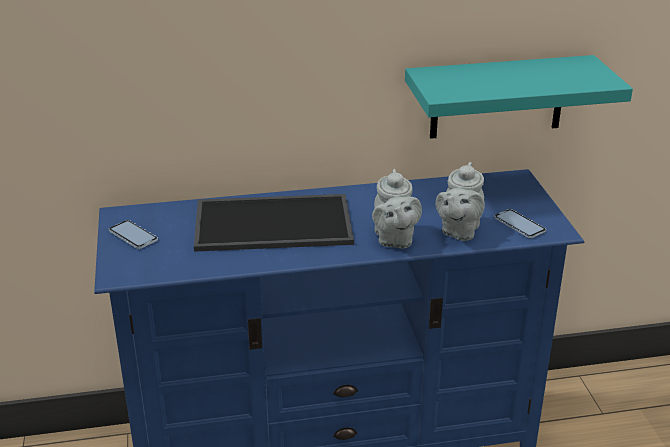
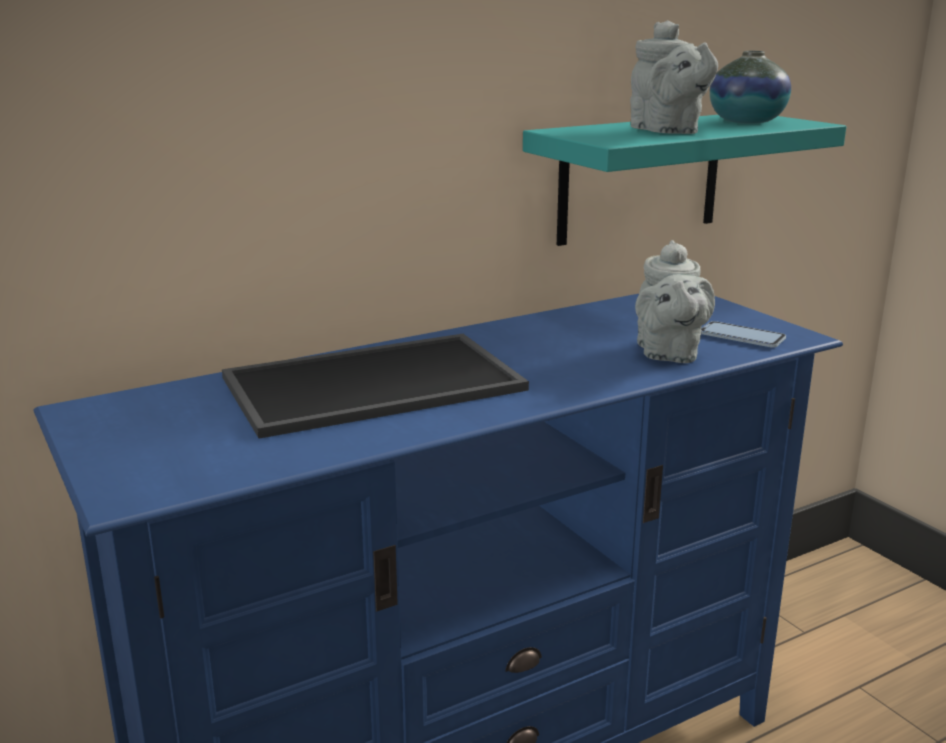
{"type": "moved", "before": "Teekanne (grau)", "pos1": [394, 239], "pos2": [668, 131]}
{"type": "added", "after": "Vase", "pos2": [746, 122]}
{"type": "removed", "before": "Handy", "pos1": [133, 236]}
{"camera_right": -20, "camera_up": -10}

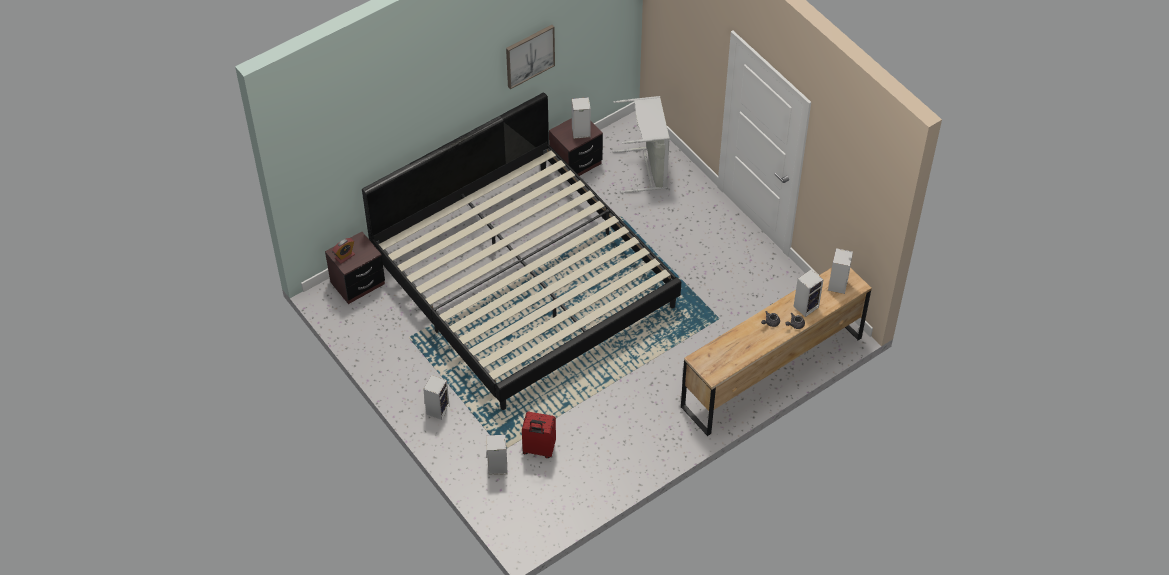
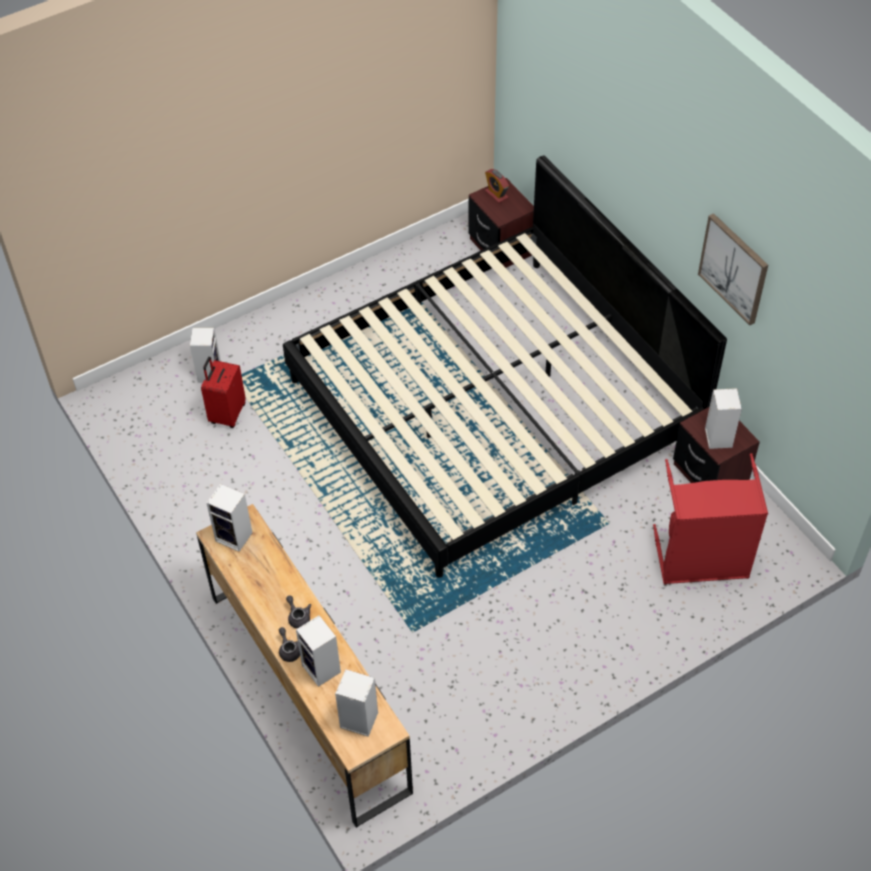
{"type": "moved", "before": "Lautsprecher", "pos1": [438, 409], "pos2": [235, 537]}
{"type": "recoloured", "before": "Wäschekorb (grau)", "after": "Wäschekorb (rot)", "pos1": [646, 169], "pos2": [701, 561]}
{"camera_right": 95, "camera_up": 0}

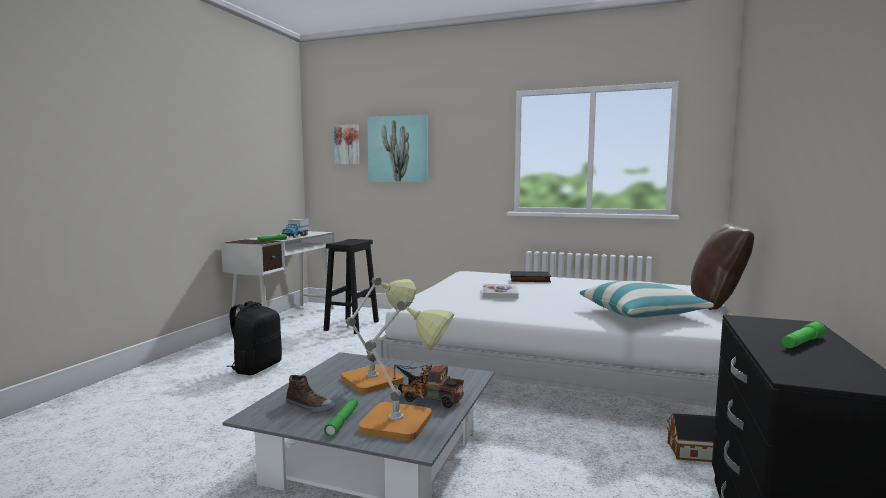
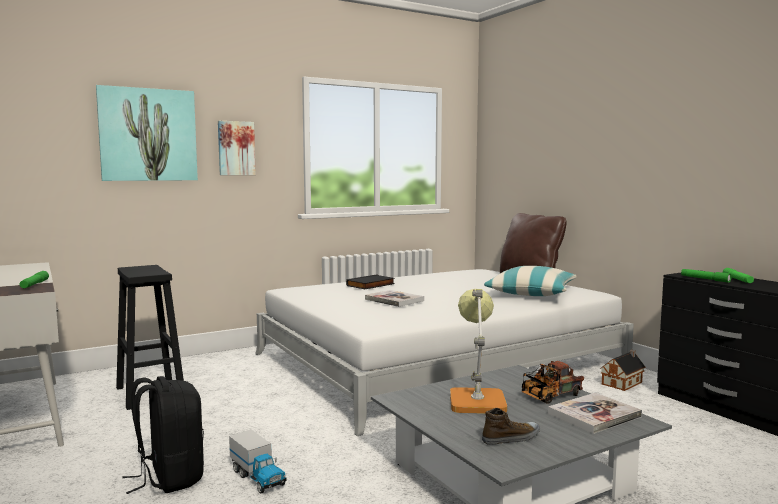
{"type": "moved", "before": "Bild", "pos1": [347, 145], "pos2": [236, 148]}
{"type": "moved", "before": "Spielzeuglaster", "pos1": [295, 236], "pos2": [258, 478]}
{"type": "replaced", "before": "Tischlampe", "after": "Buch", "pos1": [405, 424], "pos2": [594, 415]}
{"type": "moved", "before": "Taschenlampe (grün)", "pos1": [342, 421], "pos2": [705, 279]}
{"camera_right": -50, "camera_up": 0}

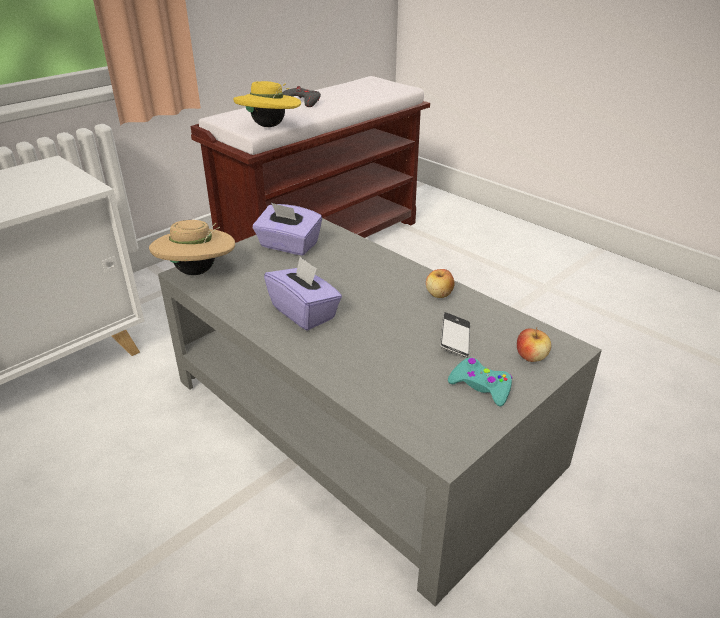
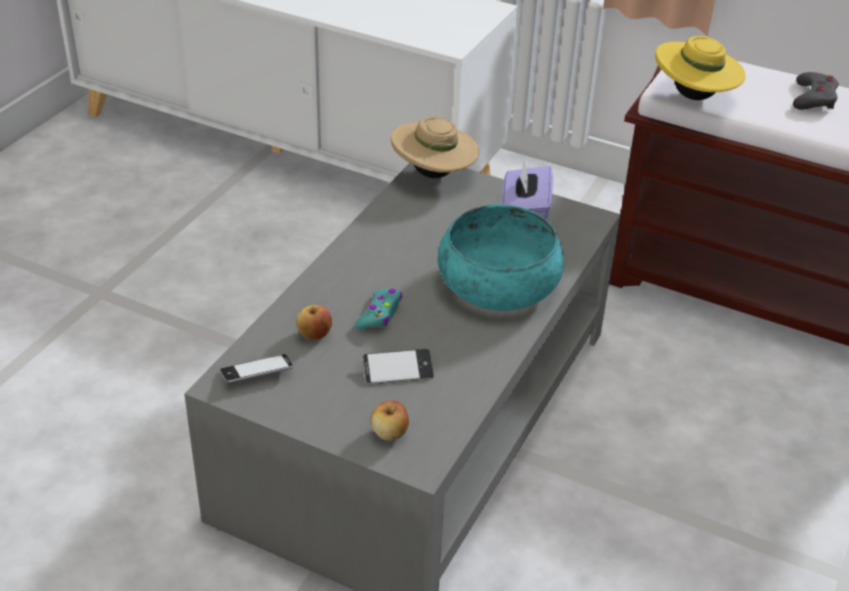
{"type": "added", "after": "Handy", "pos2": [257, 373]}
{"type": "moved", "before": "Apfel", "pos1": [439, 294], "pos2": [314, 334]}
{"type": "moved", "before": "Gamepad (türkis)", "pos1": [480, 387], "pos2": [379, 315]}
{"type": "added", "after": "Schüssel (türkis)", "pos2": [498, 284]}
{"type": "removed", "before": "Taschentuchbox (lila)", "pos1": [304, 312]}
{"camera_right": 70, "camera_up": 5}

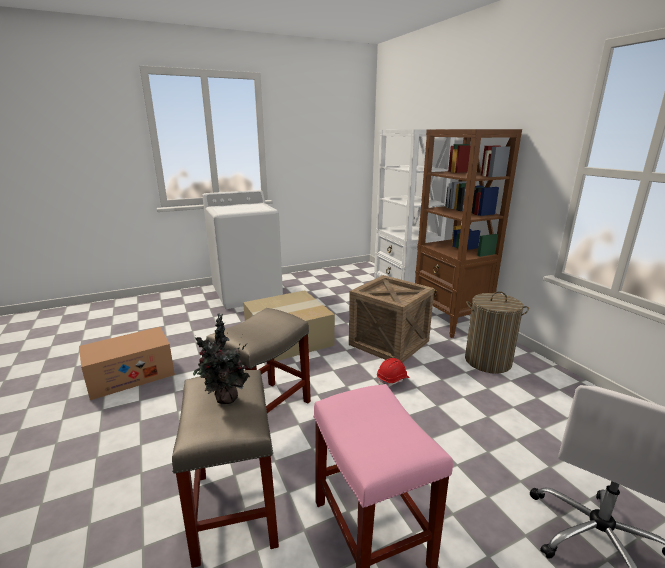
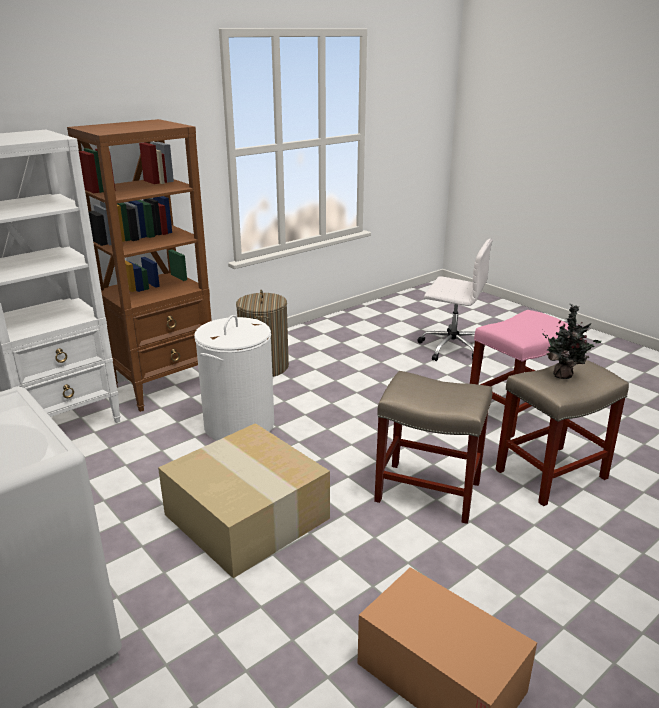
{"type": "replaced", "before": "Kiste", "after": "Wäschekorb (weiß)", "pos1": [389, 343], "pos2": [239, 425]}
{"type": "removed", "before": "Schutzhelm (rot)", "pos1": [392, 380]}
{"camera_right": -105, "camera_up": 5}

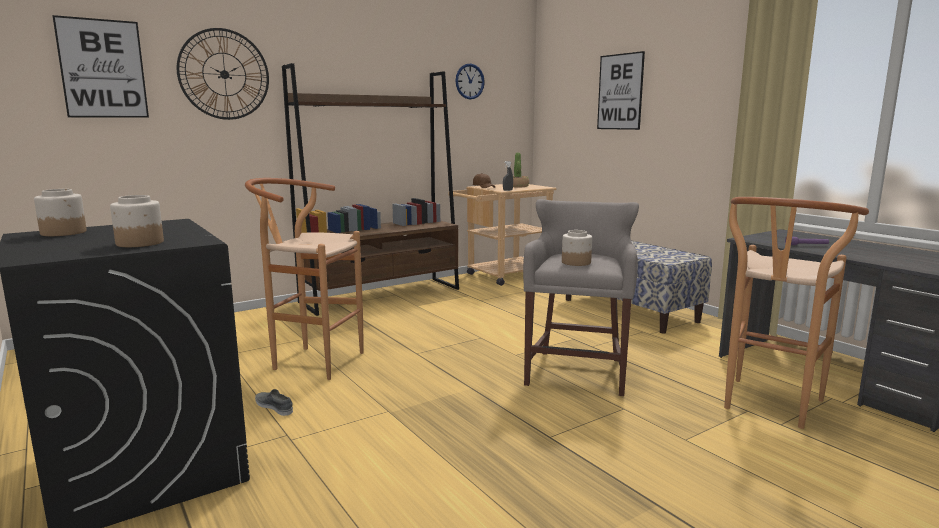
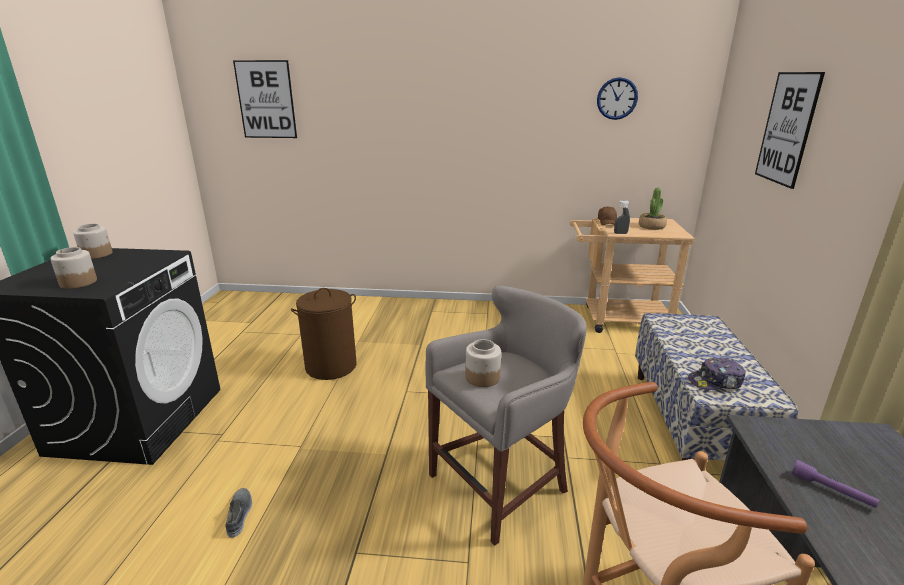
{"type": "moved", "before": "Schuh (grau)", "pos1": [274, 406], "pos2": [239, 514]}
{"type": "replaced", "before": "Hocker (braun)", "after": "Wäschekorb (braun)", "pos1": [310, 361], "pos2": [331, 366]}
{"type": "added", "after": "Kappe", "pos2": [715, 382]}
{"type": "removed", "before": "Wanduhr", "pos1": [224, 74]}
{"type": "removed", "before": "Bücherregal (braun)", "pos1": [382, 295]}
{"camera_right": 40, "camera_up": 10}

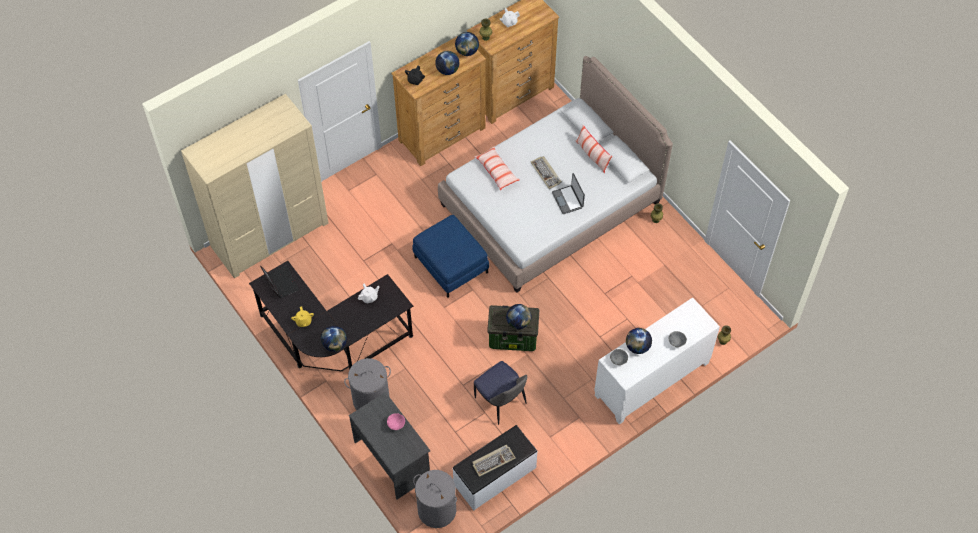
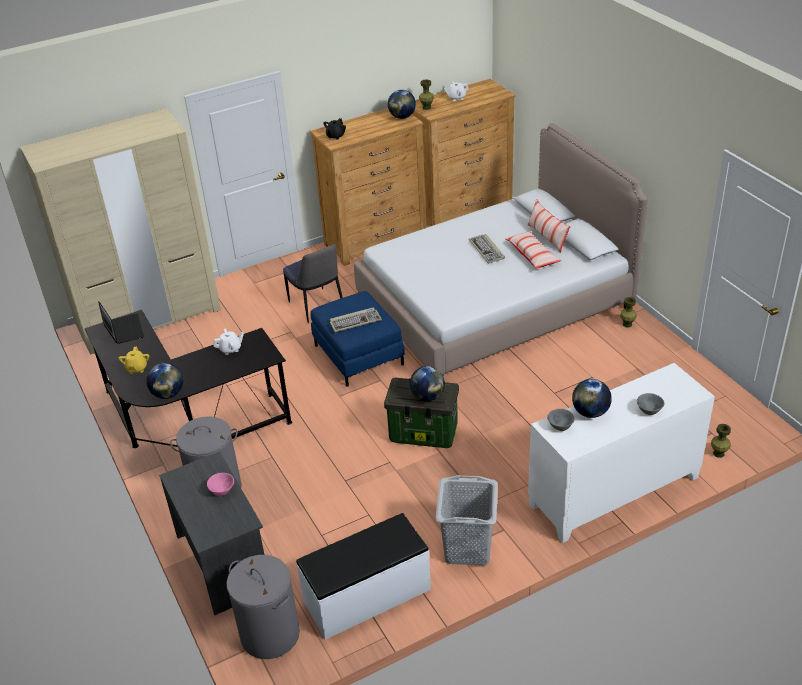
{"type": "moved", "before": "Stuhl", "pos1": [501, 402], "pos2": [317, 306]}
{"type": "moved", "before": "Tastatur", "pos1": [493, 460], "pos2": [355, 321]}
{"type": "added", "after": "Wäschekorb (grau)", "pos2": [467, 549]}
{"type": "moved", "before": "Kissen", "pos1": [496, 171], "pos2": [532, 255]}
{"type": "removed", "before": "Globus", "pos1": [447, 70]}
{"type": "removed", "before": "Laptop", "pos1": [568, 200]}
{"camera_right": 10, "camera_up": -20}

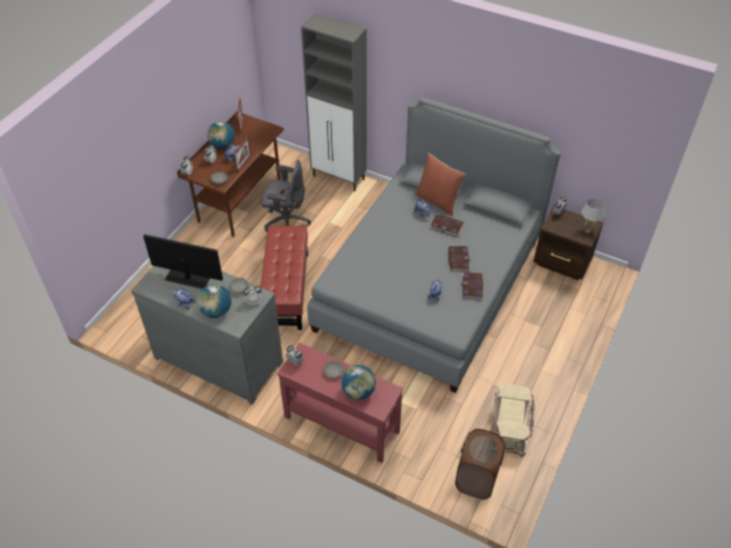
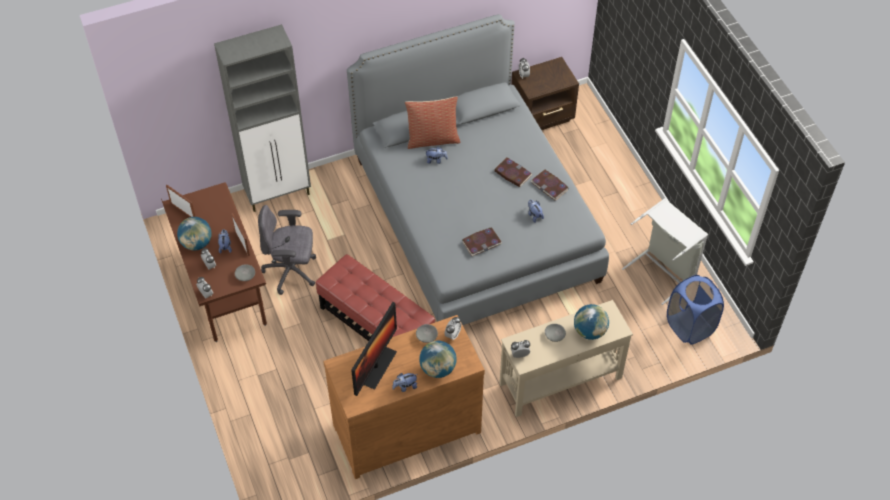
{"type": "turned", "before": "Bürostuhl (grau)", "pos1": [286, 222], "pos2": [291, 272], "turn": -135}
{"type": "recoloured", "before": "Kommode (grau)", "after": "Kommode (braun)", "pos1": [219, 358], "pos2": [405, 426]}
{"type": "turned", "before": "Monitor", "pos1": [188, 277], "pos2": [376, 366], "turn": 150}
{"type": "moved", "before": "Buch", "pos1": [447, 226], "pos2": [481, 242]}
{"type": "recoloured", "before": "Konsolentisch (rot)", "after": "Konsolentisch (beige)", "pos1": [341, 424], "pos2": [560, 380]}
{"type": "replaced", "before": "Aufbewahrungsbox (beige)", "after": "Wäschekorb (grau)", "pos1": [510, 427], "pos2": [663, 271]}
{"type": "recoloured", "before": "Wäschekorb (braun)", "after": "Wäschekorb (blau)", "pos1": [476, 479], "pos2": [689, 326]}
{"type": "removed", "before": "Tischlampe (weiß)", "pos1": [587, 231]}
{"camera_right": -50, "camera_up": 5}

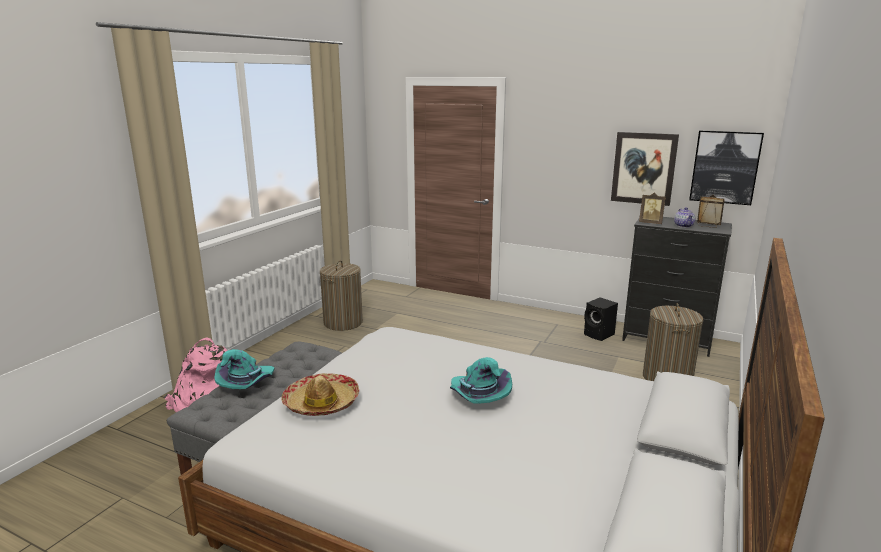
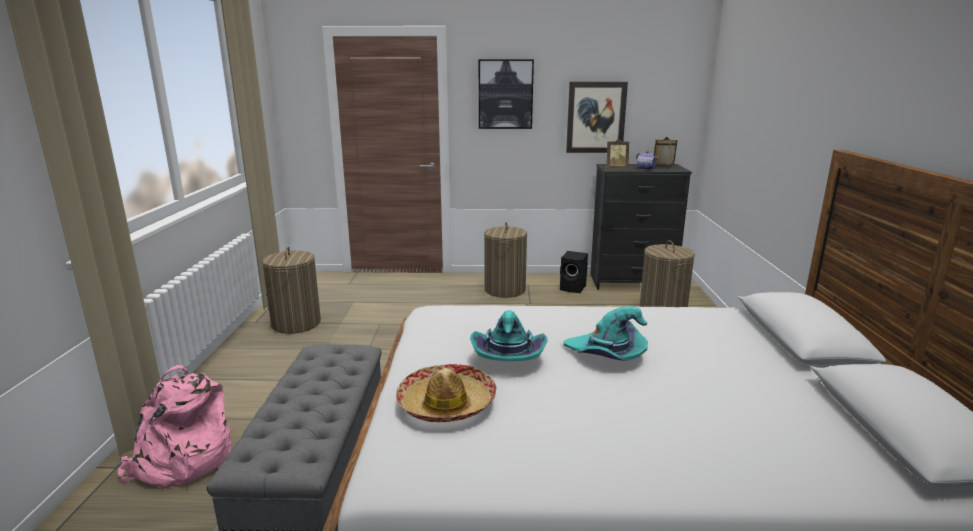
{"type": "moved", "before": "Hut (türkis)", "pos1": [246, 383], "pos2": [508, 355]}
{"type": "moved", "before": "Bild", "pos1": [725, 167], "pos2": [505, 94]}
{"type": "added", "after": "Wäschekorb", "pos2": [505, 290]}
{"camera_right": -25, "camera_up": 0}

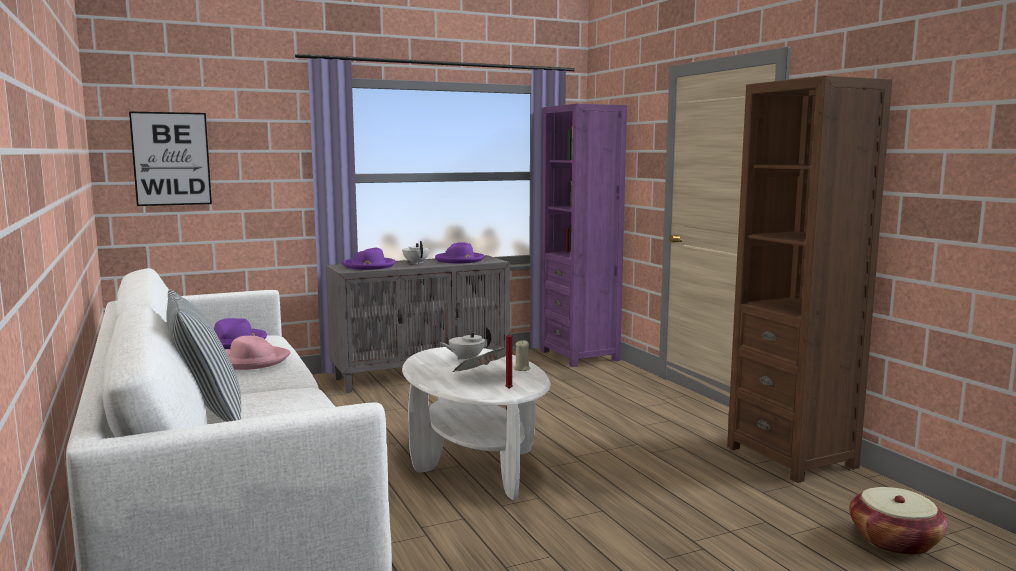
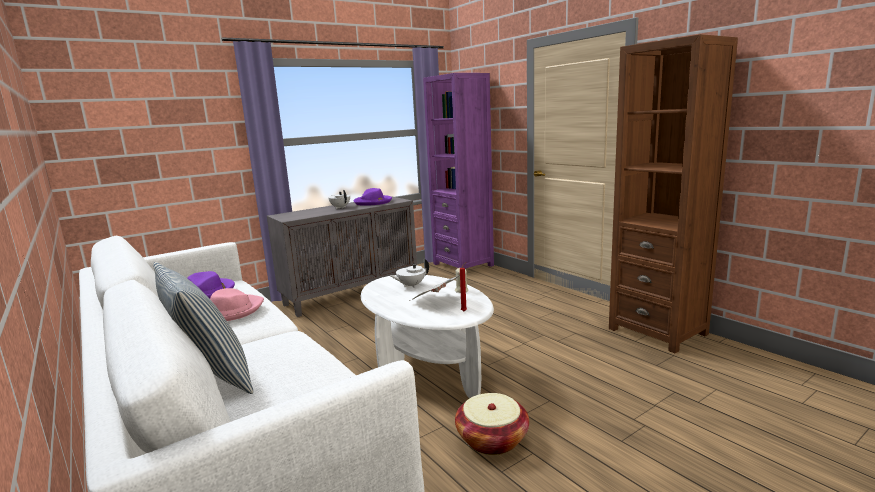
{"type": "moved", "before": "Korb", "pos1": [895, 541], "pos2": [492, 439]}
{"type": "removed", "before": "Bild", "pos1": [171, 159]}
{"type": "removed", "before": "Hut (lila)", "pos1": [369, 266]}
{"camera_right": -10, "camera_up": 5}

